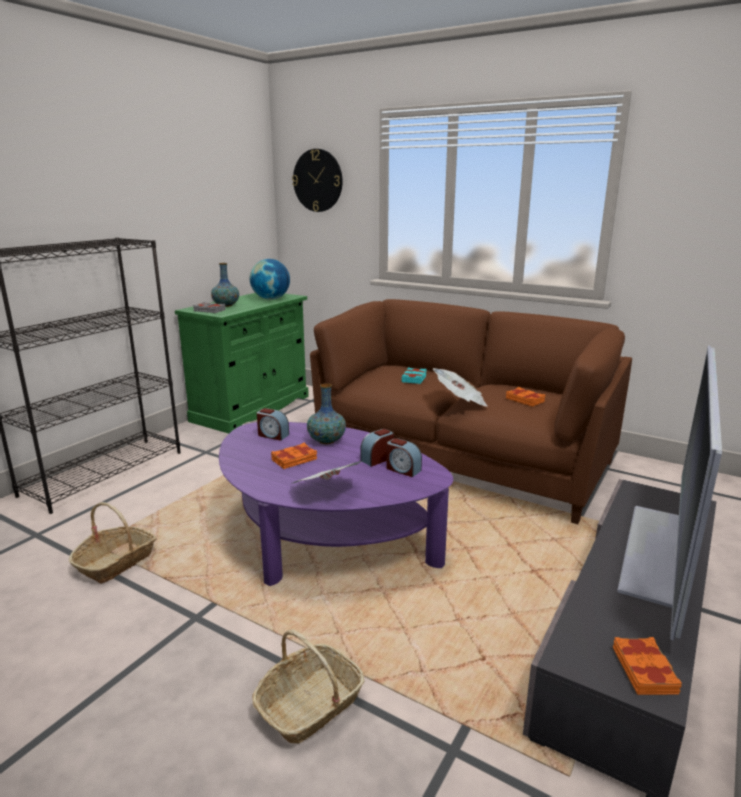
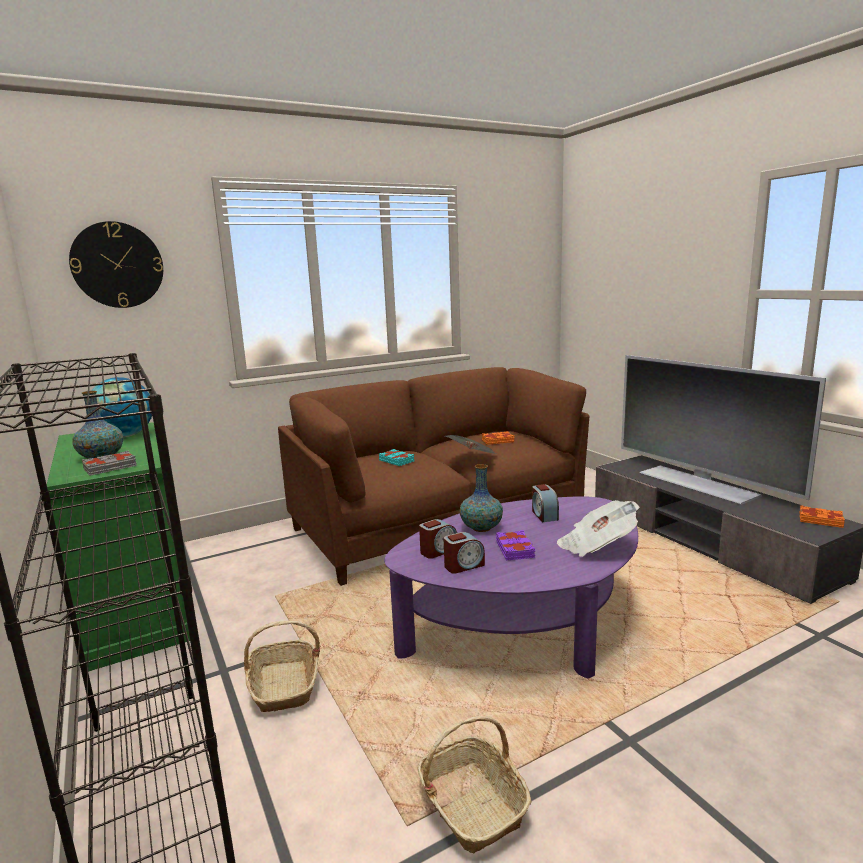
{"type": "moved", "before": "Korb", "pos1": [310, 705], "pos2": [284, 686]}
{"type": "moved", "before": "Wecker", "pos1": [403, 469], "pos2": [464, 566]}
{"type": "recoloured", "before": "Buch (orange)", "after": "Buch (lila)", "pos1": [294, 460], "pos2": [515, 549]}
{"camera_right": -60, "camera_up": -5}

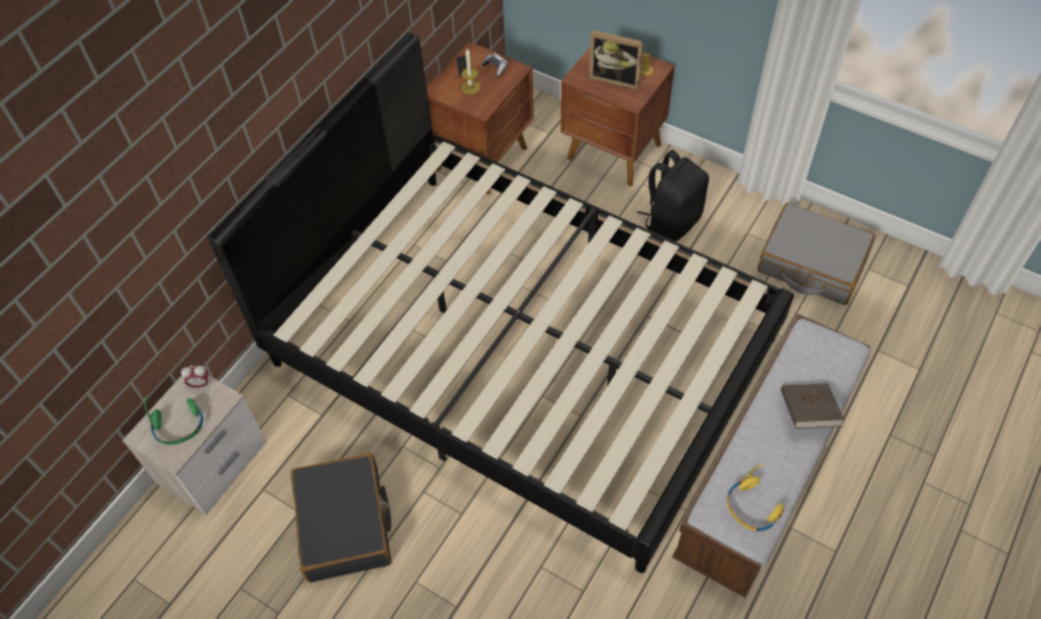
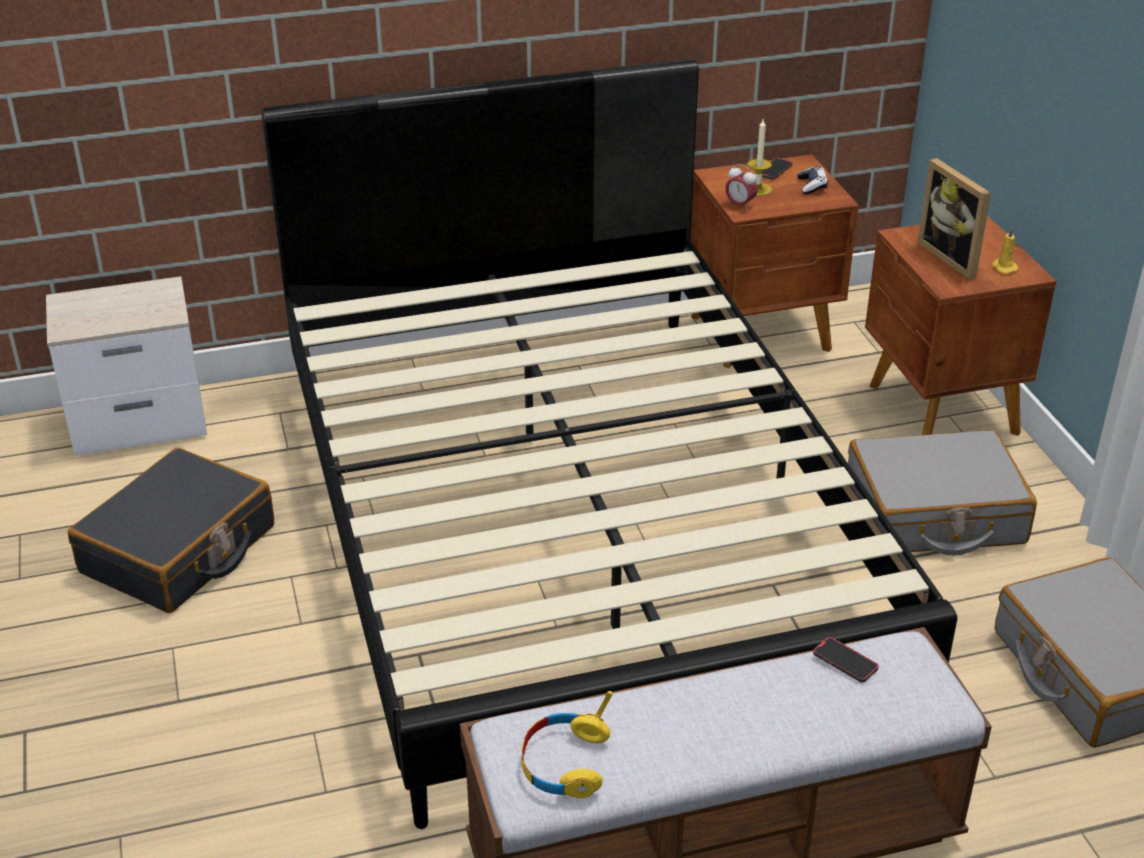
{"type": "moved", "before": "Wecker", "pos1": [200, 384], "pos2": [740, 205]}
{"type": "added", "after": "Handy", "pos2": [845, 662]}
{"type": "replaced", "before": "Rucksack (schwarz)", "after": "Koffer (grau)", "pos1": [671, 221], "pos2": [934, 514]}
{"type": "removed", "before": "Kopfhörer (grün)", "pos1": [179, 426]}
{"type": "removed", "before": "Buch (braun)", "pos1": [807, 413]}
{"camera_right": 40, "camera_up": -20}

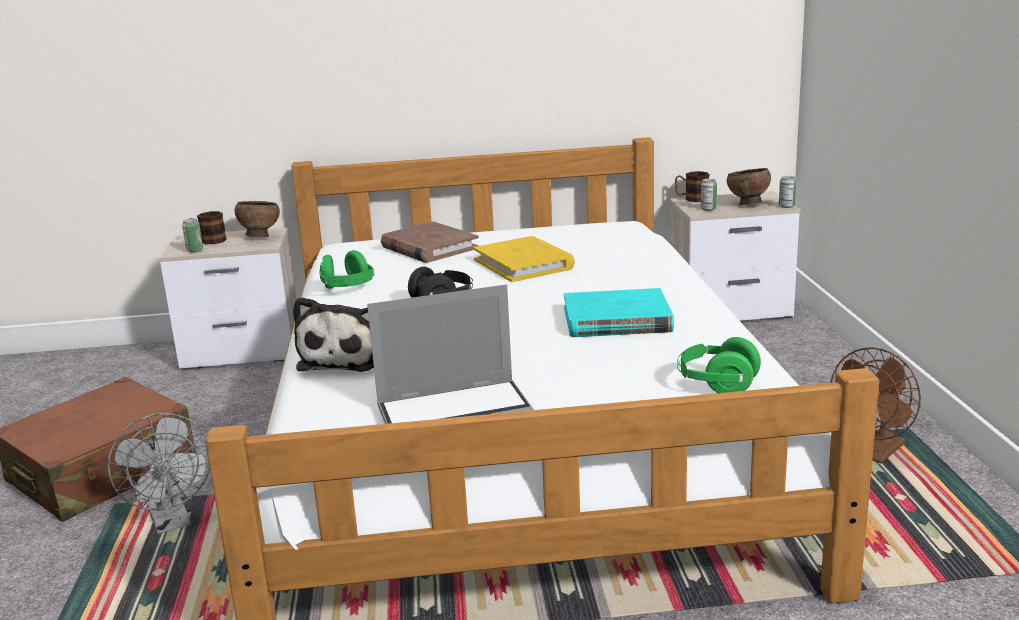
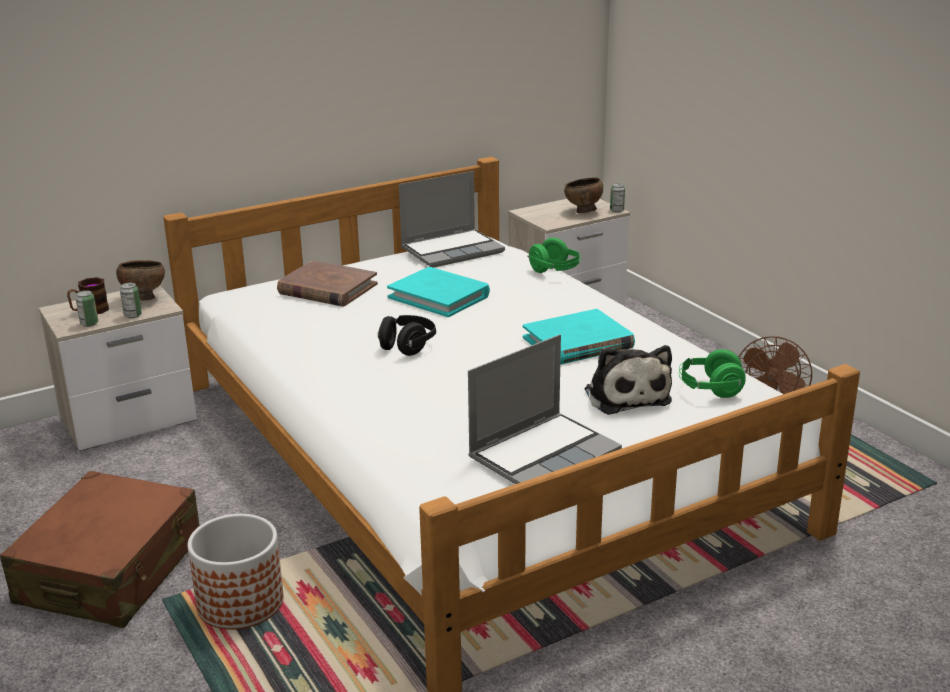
{"type": "moved", "before": "Dose", "pos1": [708, 209], "pos2": [133, 315]}
{"type": "replaced", "before": "Ventilator (grau)", "after": "Pflanzkübel", "pos1": [172, 523], "pos2": [240, 603]}
{"type": "recoloured", "before": "Buch (gelb)", "after": "Buch (türkis)", "pos1": [524, 264], "pos2": [439, 296]}
{"type": "added", "after": "Laptop", "pos2": [452, 250]}
{"type": "moved", "before": "Kopfhörer (grün)", "pos1": [347, 289], "pos2": [555, 271]}
{"type": "moved", "before": "Plüschtier", "pos1": [347, 358], "pos2": [625, 395]}
{"type": "removed", "before": "Henkelbecher", "pos1": [691, 199]}
{"camera_right": -25, "camera_up": 5}

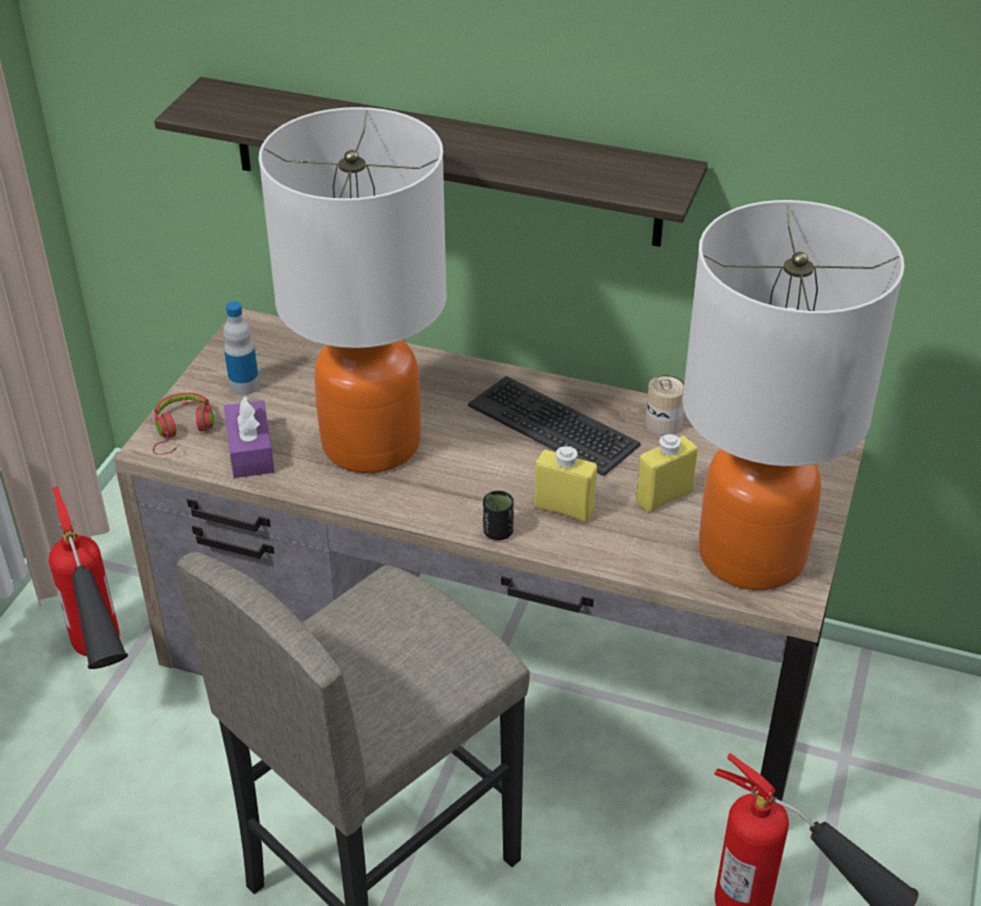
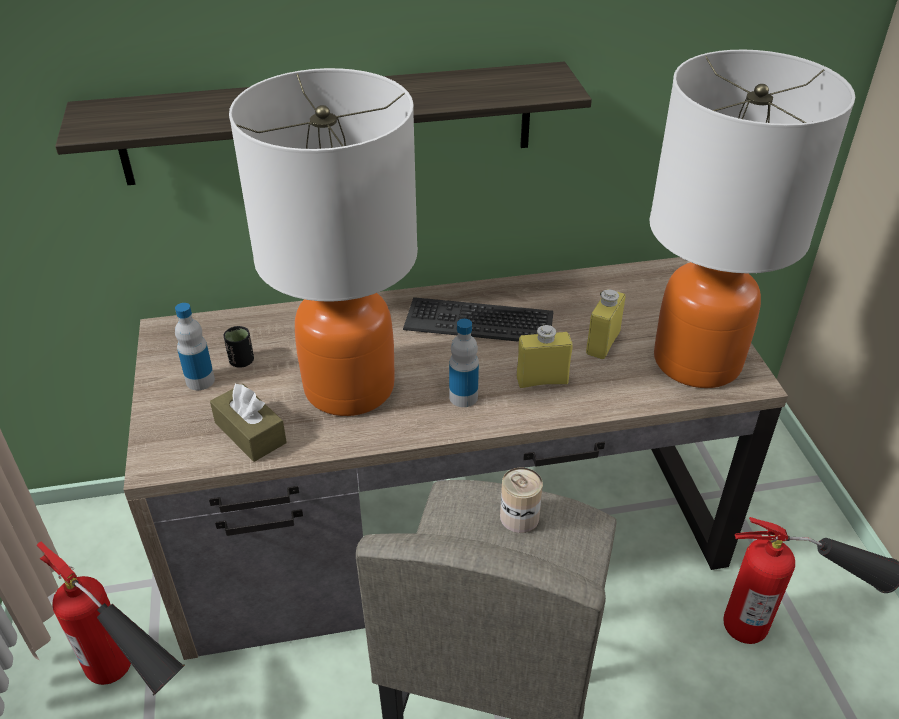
{"type": "recoloured", "before": "Taschentuchbox (lila)", "after": "Taschentuchbox (braun)", "pos1": [250, 451], "pos2": [250, 433]}
{"type": "moved", "before": "Tasse (schwarz)", "pos1": [498, 532], "pos2": [241, 361]}
{"type": "added", "after": "Flasche", "pos2": [463, 397]}
{"type": "moved", "before": "Dose", "pos1": [663, 424], "pos2": [519, 517]}
{"type": "removed", "before": "Kopfhörer (rot)", "pos1": [182, 431]}
{"camera_right": -30, "camera_up": 0}

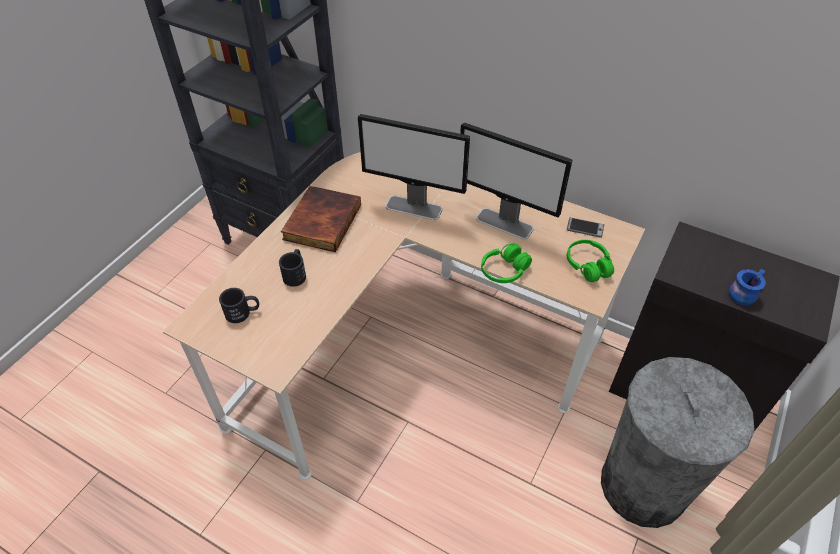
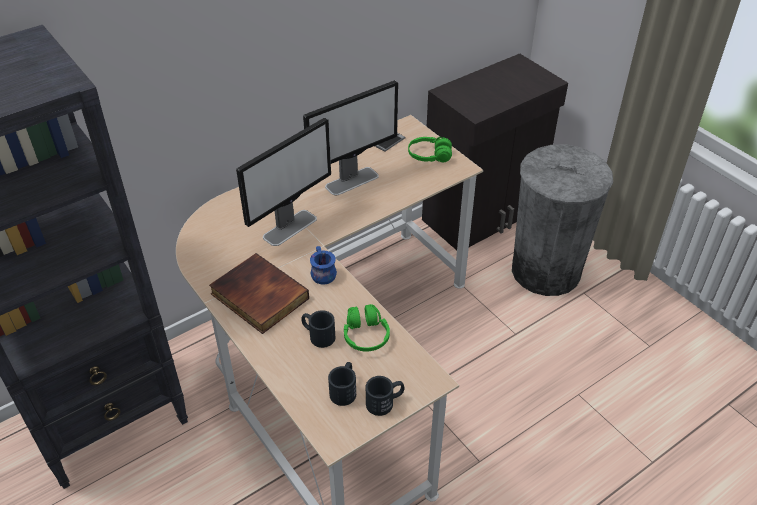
{"type": "moved", "before": "Henkelbecher (blau)", "pos1": [742, 292], "pos2": [321, 273]}
{"type": "moved", "before": "Kopfhörer (grün)", "pos1": [504, 270], "pos2": [365, 335]}
{"type": "added", "after": "Henkelbecher (schwarz)", "pos2": [385, 402]}
{"camera_right": -65, "camera_up": -5}

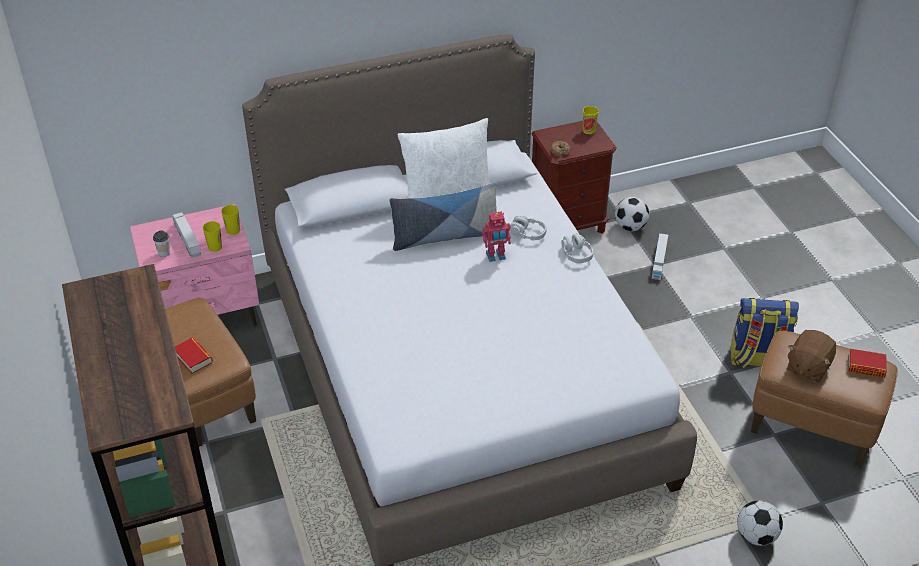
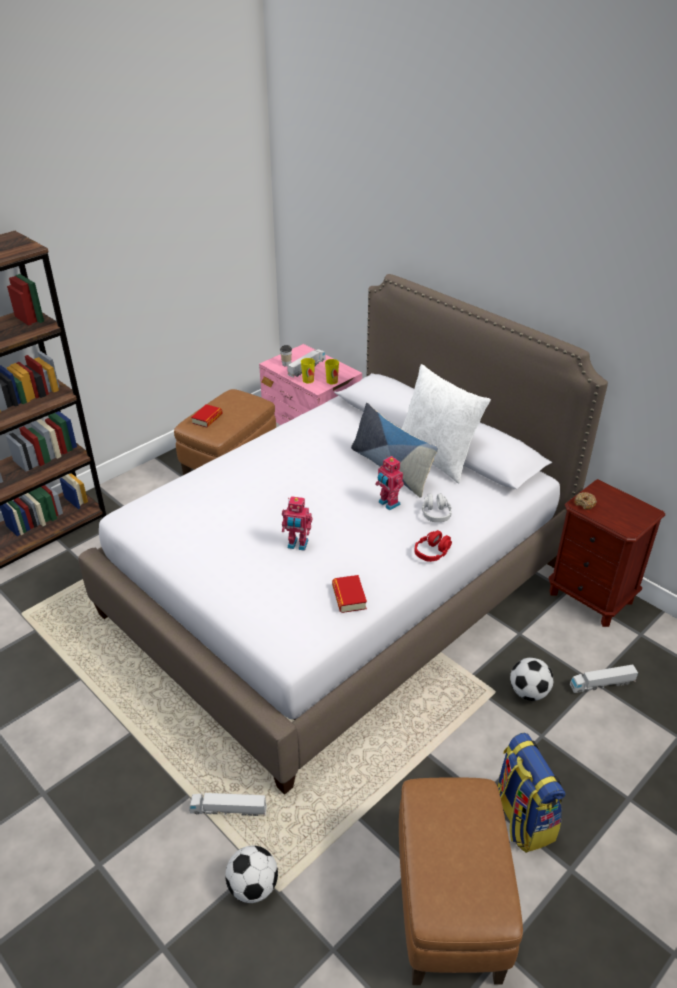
{"type": "added", "after": "Spielzeuglaster", "pos2": [228, 810]}
{"type": "added", "after": "Spielzeugroboter", "pos2": [297, 545]}
{"type": "moved", "before": "Buch", "pos1": [866, 366], "pos2": [349, 597]}
{"type": "recoloured", "before": "Kopfhörer (grau)", "after": "Kopfhörer (rot)", "pos1": [576, 254], "pos2": [432, 552]}
{"type": "moved", "before": "Fußball", "pos1": [630, 227], "pos2": [528, 692]}
{"type": "removed", "before": "Tasse", "pos1": [589, 130]}
{"type": "removed", "before": "Plüschtier (braun)", "pos1": [807, 367]}
{"camera_right": 65, "camera_up": -5}

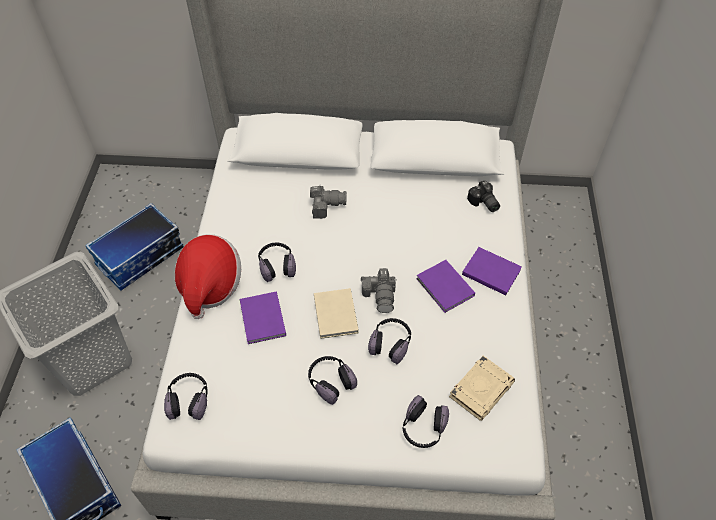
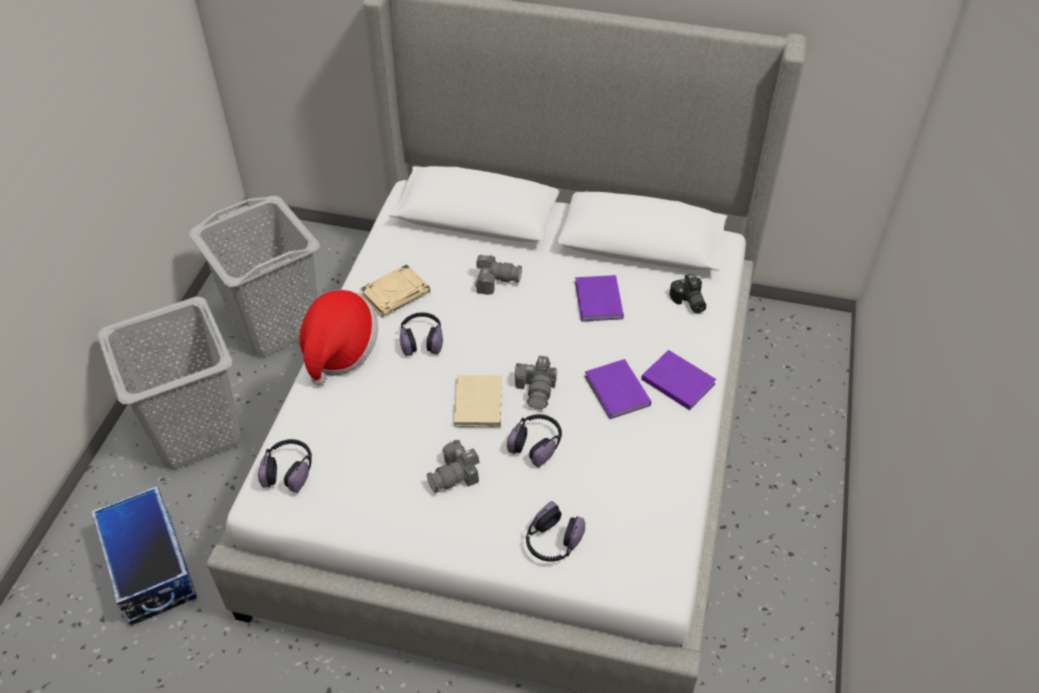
{"type": "replaced", "before": "Aufbewahrungsbox", "after": "Wäschekorb (grau)", "pos1": [140, 258], "pos2": [275, 325]}
{"type": "moved", "before": "Buch (beige)", "pos1": [481, 389], "pos2": [396, 294]}
{"type": "replaced", "before": "Kopfhörer", "after": "Kamera", "pos1": [330, 381], "pos2": [455, 475]}
{"type": "moved", "before": "Buch (lila)", "pos1": [262, 320], "pos2": [597, 301]}
{"camera_right": 10, "camera_up": -5}

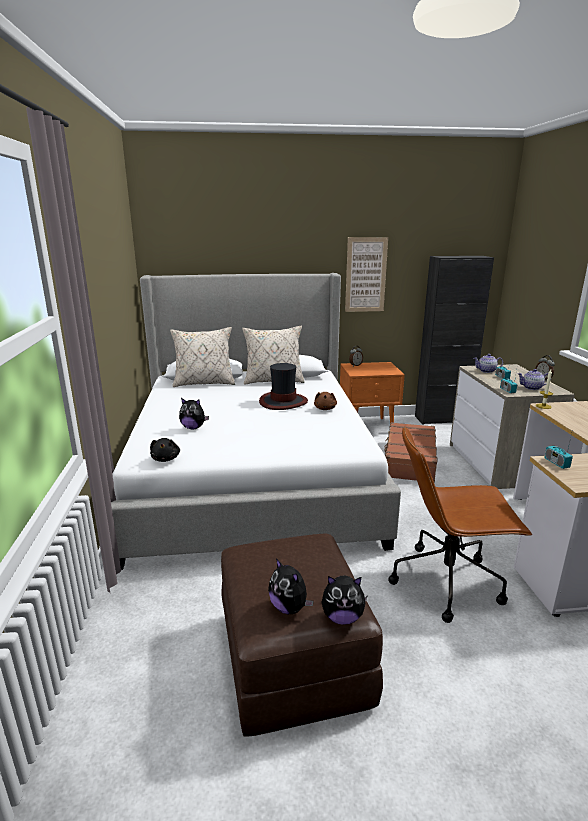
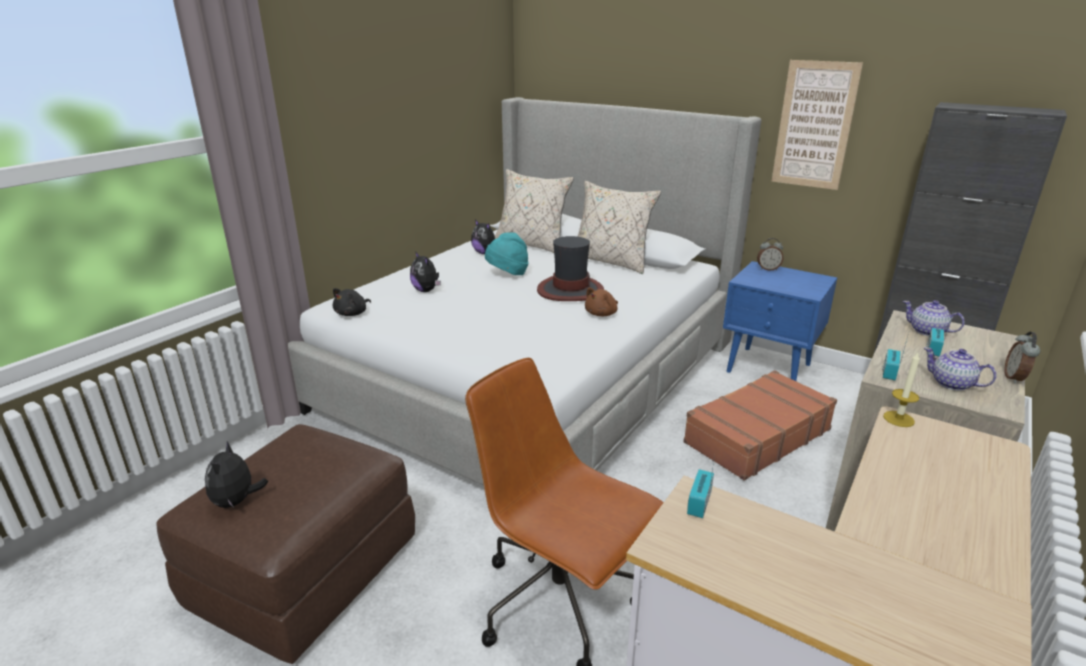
{"type": "moved", "before": "Plüschtier", "pos1": [342, 617], "pos2": [485, 253]}
{"type": "added", "after": "Hut (türkis)", "pos2": [507, 274]}
{"type": "recoloured", "before": "Nachttisch (orange)", "after": "Nachttisch (blau)", "pos1": [368, 426], "pos2": [769, 368]}
{"camera_right": 40, "camera_up": 5}

